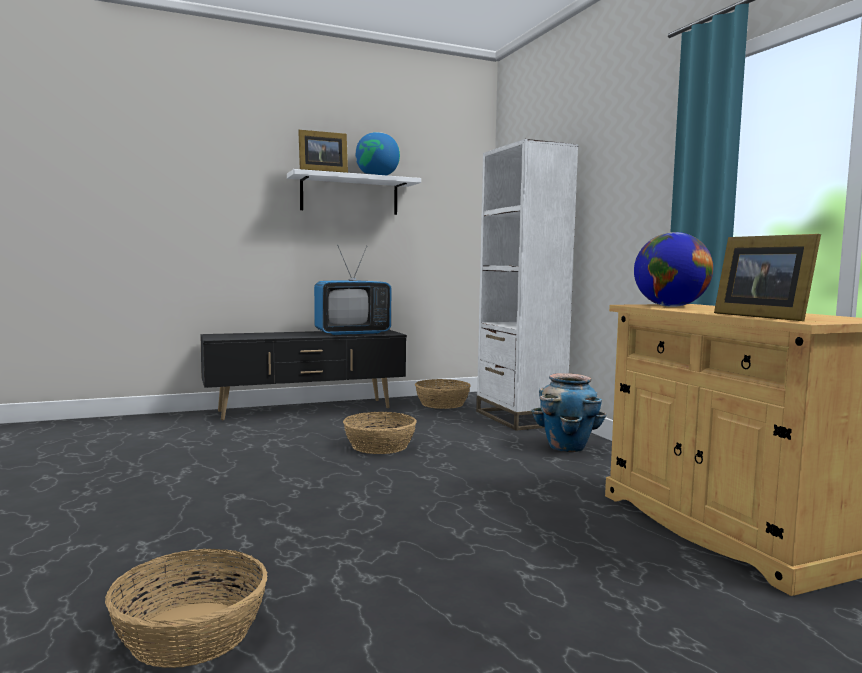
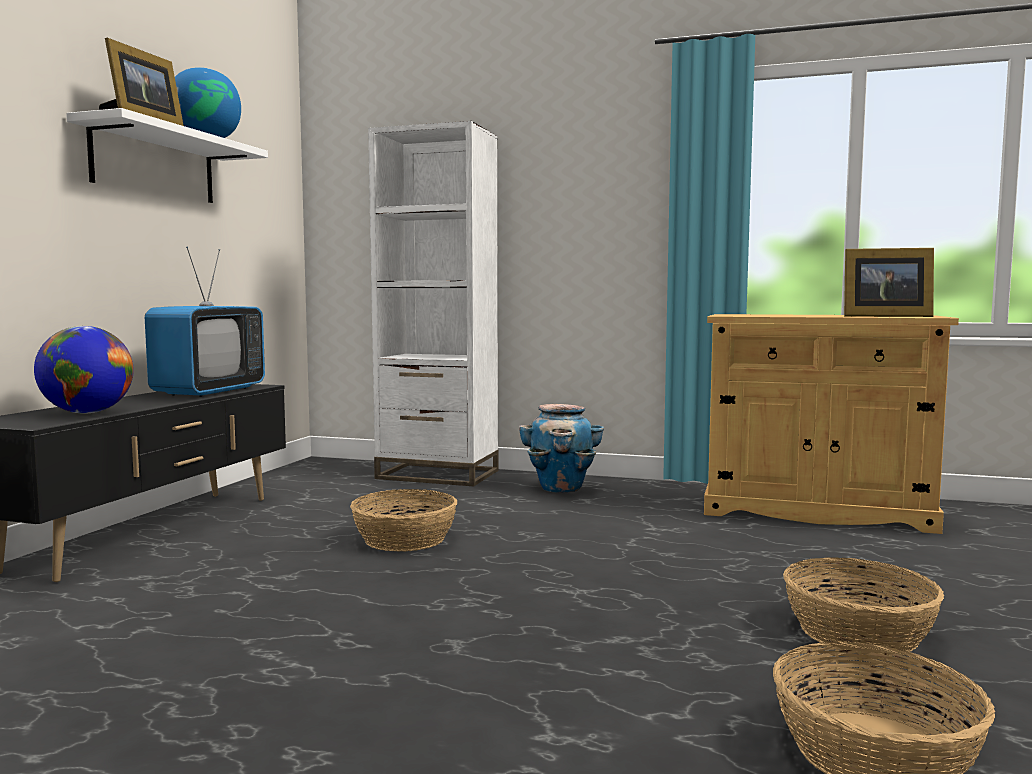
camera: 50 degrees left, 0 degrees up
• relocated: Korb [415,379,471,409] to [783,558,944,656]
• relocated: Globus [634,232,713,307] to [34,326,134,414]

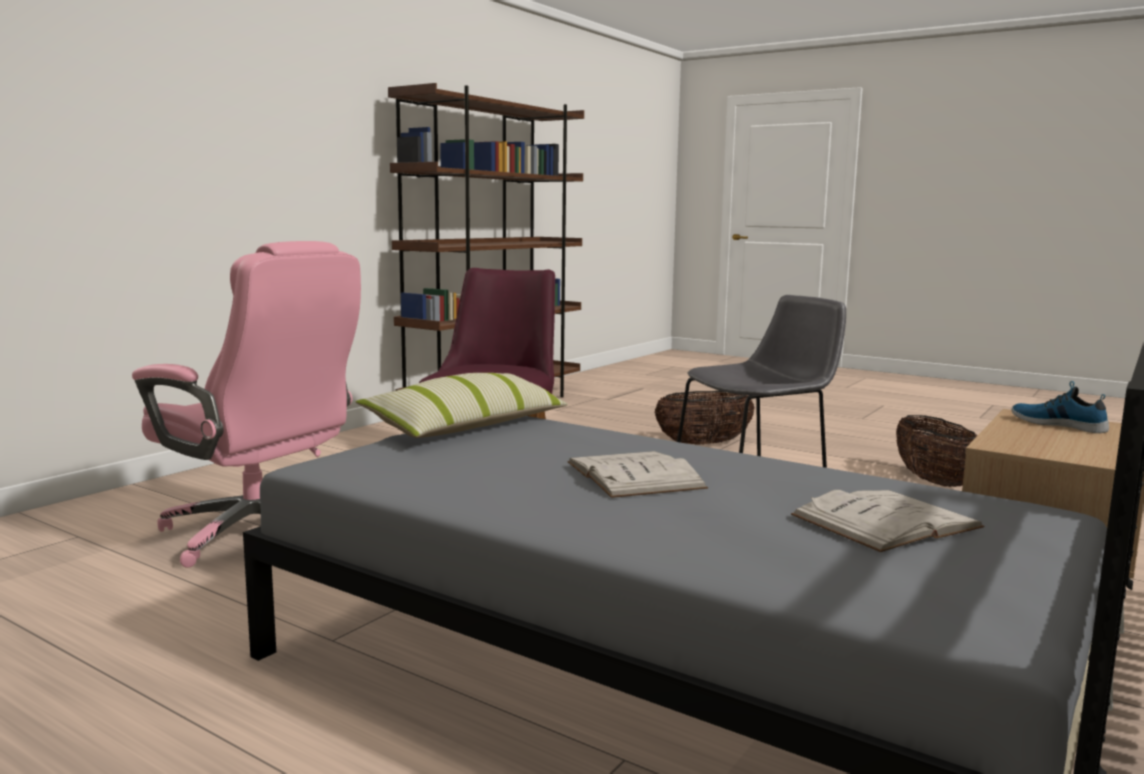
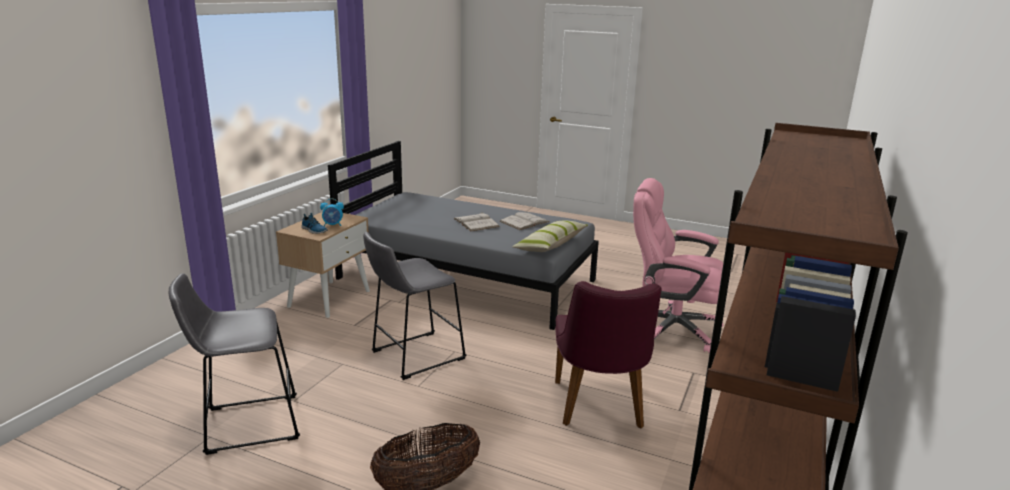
camera: 170 degrees right, 10 degrees up
• relocated: Buch (weiß) [791,490,984,552] to [499,212,549,230]
• exchanged: Korb [896,415,977,487] to Hocker (grau) [169,273,300,455]
• appeared: Wecker [320,198,344,226]

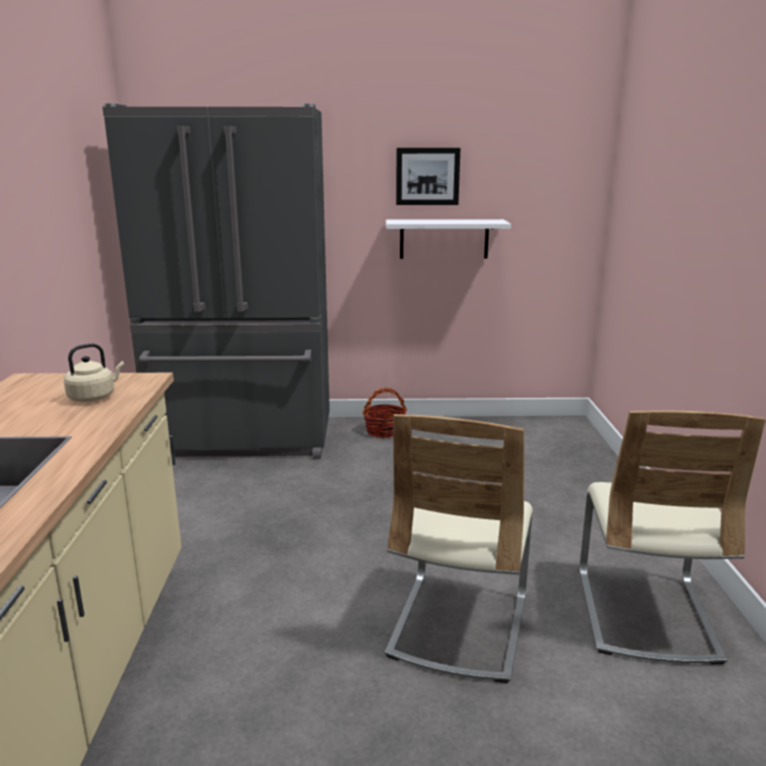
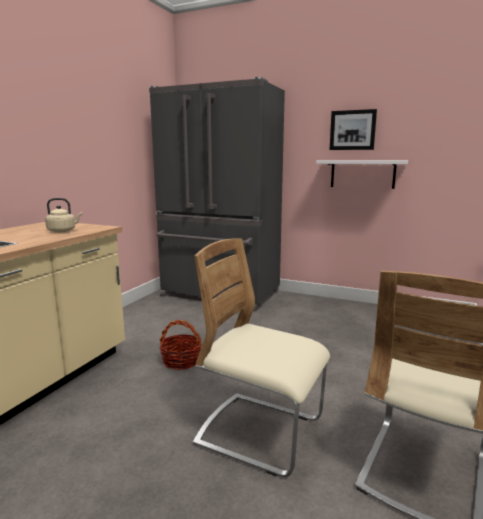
camera: 25 degrees right, 5 degrees down
• relocated: Korb [362,388,407,438] to [160,320,202,370]
• spun: Stuhl (beige) [385,414,533,683] = [193,238,330,477] 75 degrees clockwise

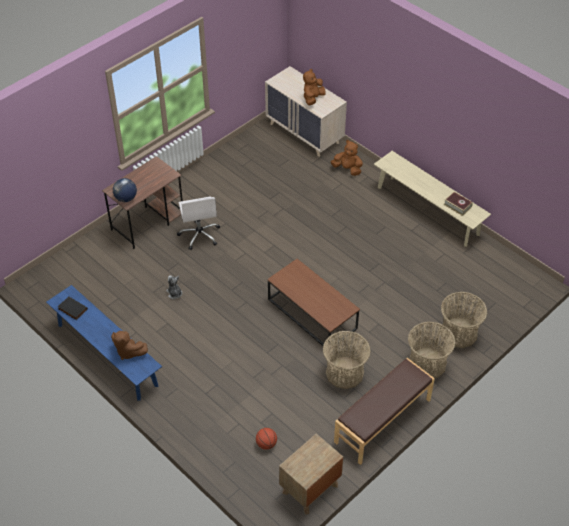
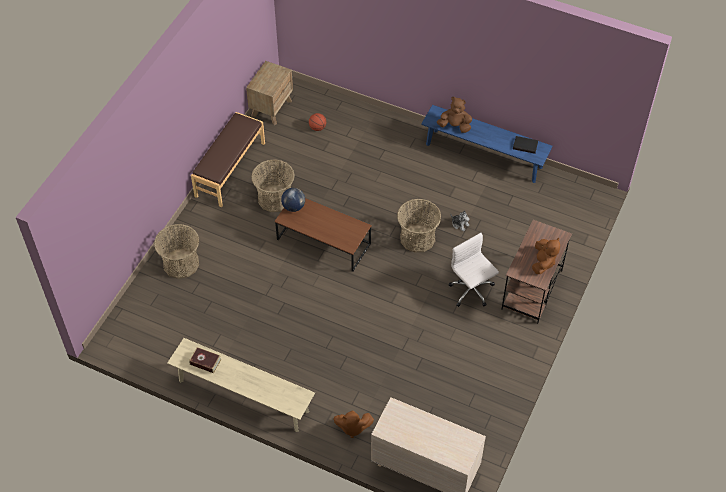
camera: 160 degrees right, 5 degrees up
• relocated: Globus [113,178,137,202] to [281,188,305,212]
• relocated: Plüschtier (braun) [303,69,326,105] to [532,238,560,274]
• relocated: Korb [408,322,456,378] to [397,199,441,253]

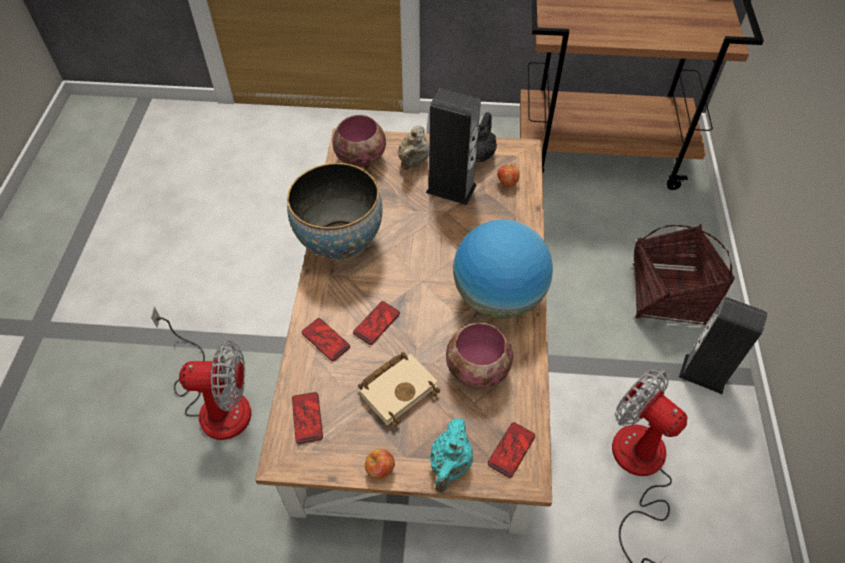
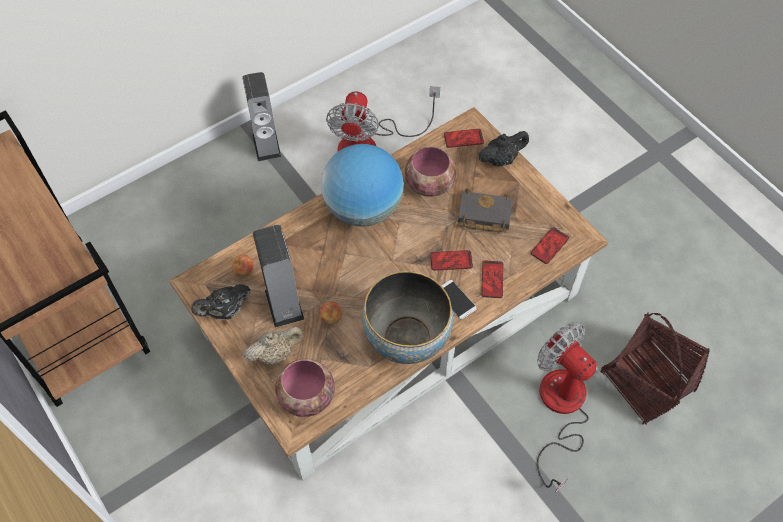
camera: 130 degrees left, 5 degrees up
• colour: Buch (beige) [358,352,440,427] to Buch (schwarz) [458,189,513,233]
• relocated: Apfel [365,449,395,479] to [319,302,342,324]
• colour: Teekanne (türkis) [429,418,473,492] to Teekanne (schwarz) [478,131,529,166]
• relocated: Korb [632,224,735,325] to [601,313,710,425]
• appeared: Handy [441,280,477,319]

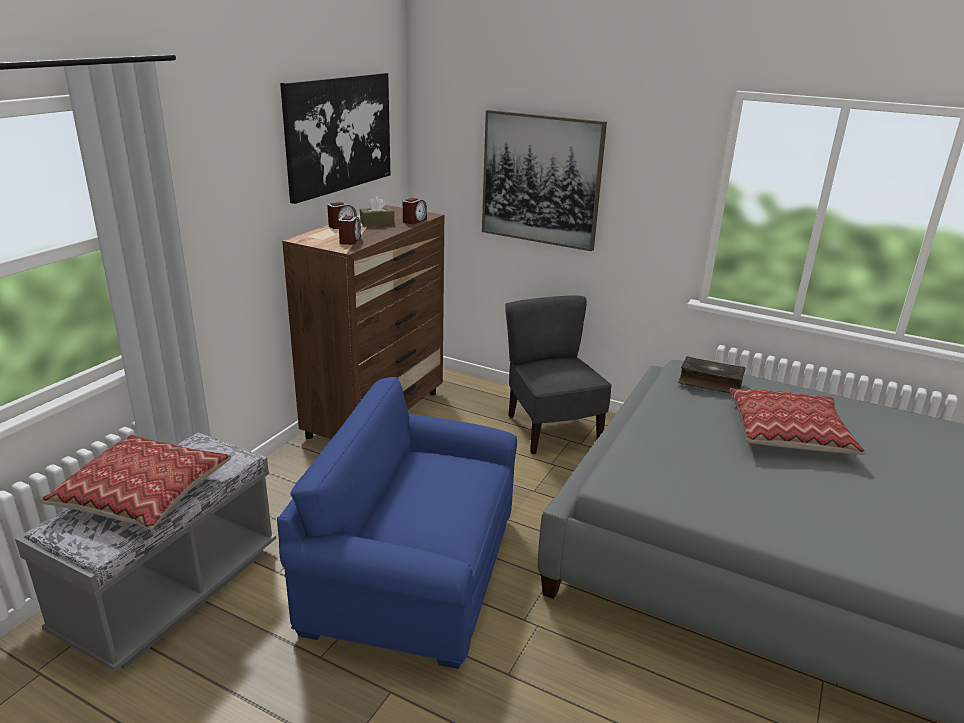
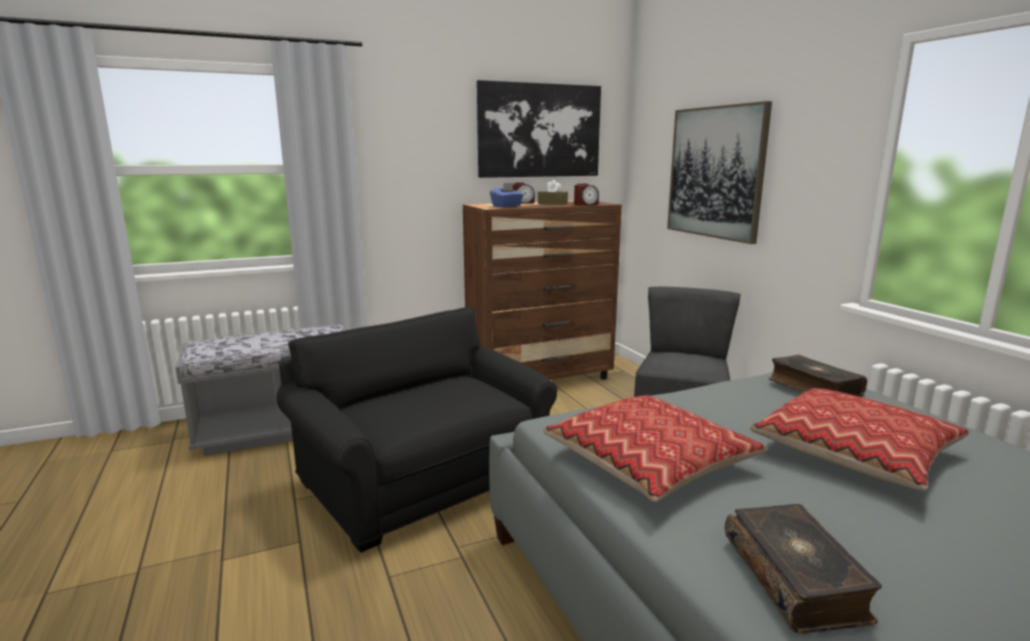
camera: 40 degrees right, 10 degrees down
• relocated: Kissen [40,435,231,530] to [543,395,767,503]
• colour: Sessel (blau) [277,377,517,669] to Sessel (schwarz) [276,307,557,552]
• exchanged: Wecker [338,216,361,245] to Taschentuchbox (blau) [490,183,523,208]
• appeared: Buch [725,504,882,634]

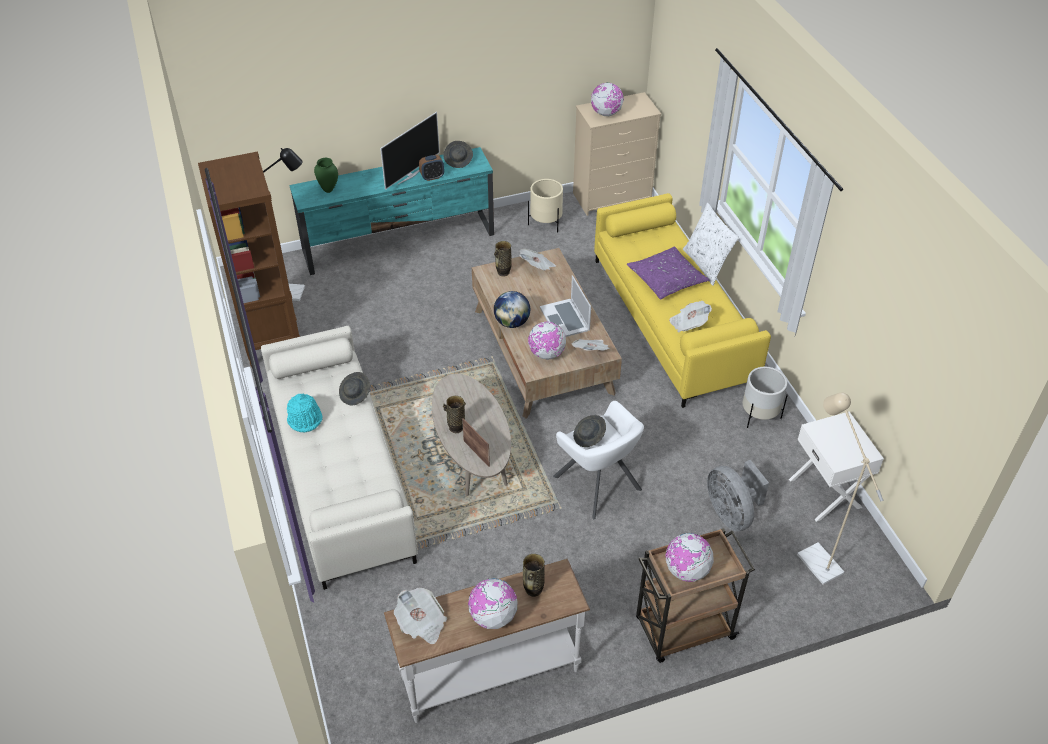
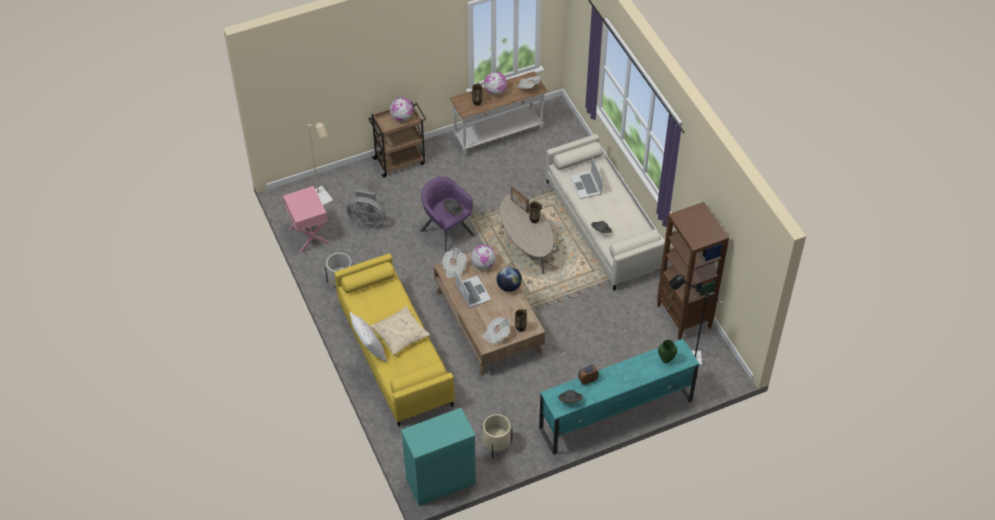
camera: 175 degrees right, 5 degrees up
• missing: Hut (türkis) [287,393,323,433]
• missing: Fernseher [380,112,440,190]
• colour: Sessel (weiß) [553,401,644,519] to Sessel (lila) [420,176,474,253]
• colour: Kommode (beige) [573,92,661,216] to Kommode (türkis) [401,408,476,506]
• missing: Globus [591,82,624,116]
• colour: Kissen (lila) [627,246,710,300] to Kissen (beige) [370,306,430,355]
• missing: Zeitung [669,301,712,333]
• spun: Ventilator (grau) [707,460,769,531] = [347,189,385,227] 135 degrees clockwise
• colour: Nachttisch (weiß) [789,412,884,522] to Nachttisch (rosa) [283,186,330,253]
• appeared: Laptop [570,157,603,199]

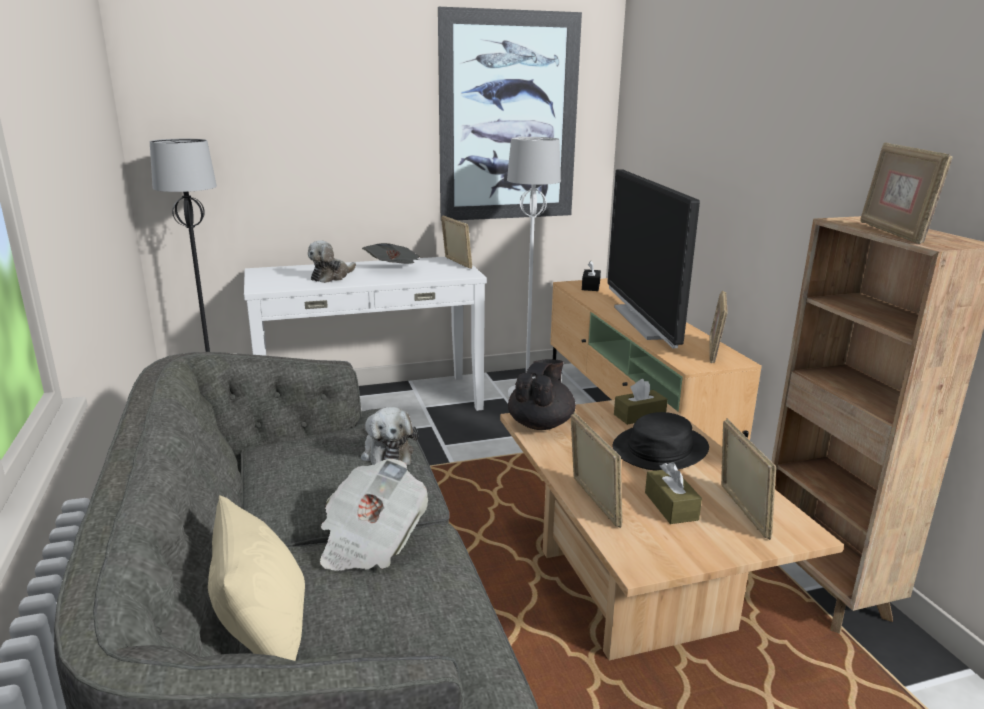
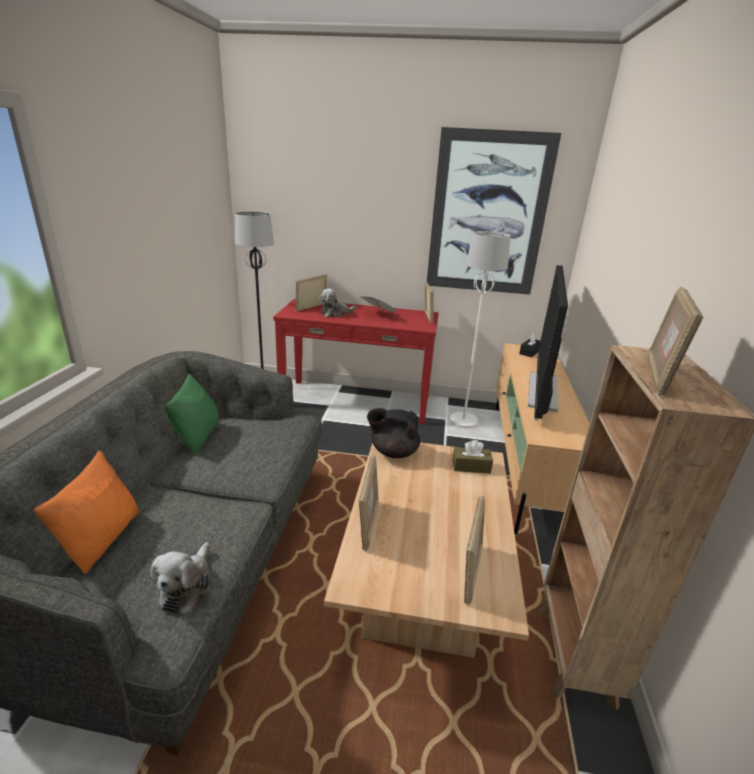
camera: 25 degrees right, 5 degrees up
• colour: Kissen (beige) [208,495,305,661] to Kissen (orange) [34,451,140,574]
• colour: Konsolentisch (weiß) [244,257,487,411] to Konsolentisch (rot) [273,299,439,425]
• missing: Zeitung [320,459,428,571]
• relocated: Plüschtier [361,407,418,465] to [150,542,210,614]
• spun: Teekanne (schwarz) [508,360,576,430] = [367,408,420,458] 135 degrees counterclockwise
• missing: Hut (schwarz) [613,412,709,471]
• missing: Taschentuchbox (braun) [645,462,702,524]
• relocated: Bilderrahmen [709,291,728,363] to [295,274,327,311]
• appeared: Kissen (grün) [164,374,219,455]

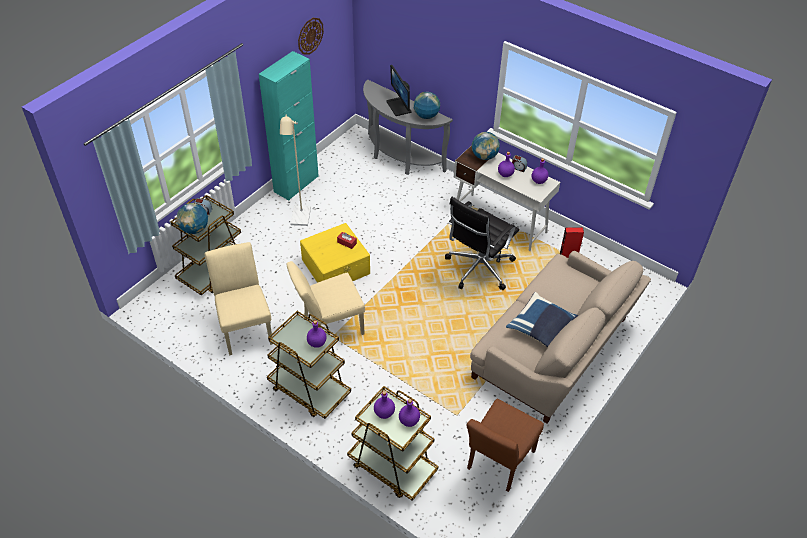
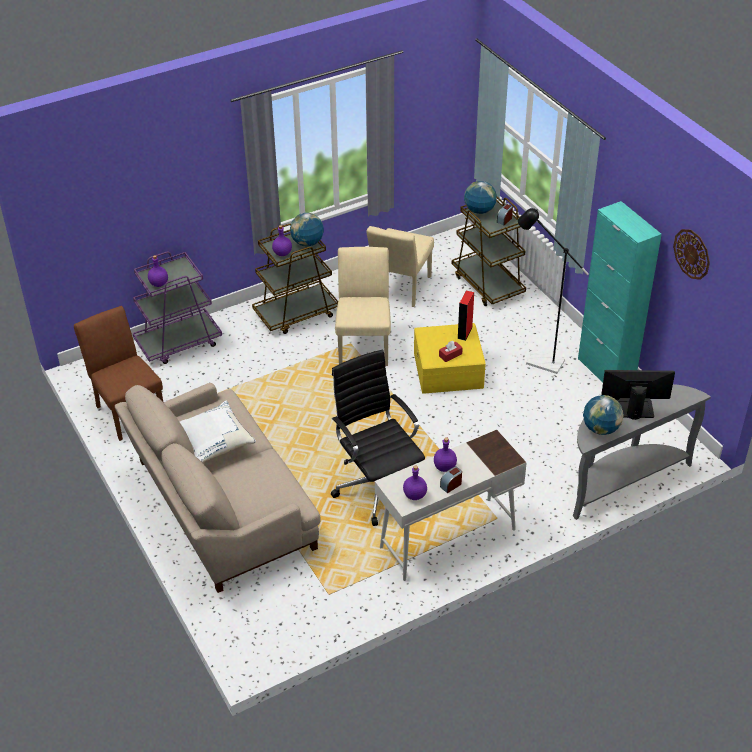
camera: 115 degrees right, 5 degrees down
• spun: Stuhl (beige) [205,242,273,355] = [367,226,434,307] 105 degrees clockwise
• colour: Stehlampe (beige) [280,114,311,226] to Stehlampe (schwarz) [518,208,589,374]
• colour: Rollwagen (braun) [347,386,438,501] to Rollwagen (lila) [133,252,222,364]
• missing: Flasche (lila) [374,391,395,419]
• relocated: Globus [472,132,500,160] to [290,213,324,246]
• colour: Kissen (blau) [506,292,579,347] to Kissen (weiß) [180,400,256,463]
• relocated: Lautsprecher (rot) [560,227,584,258] to [457,290,474,341]

